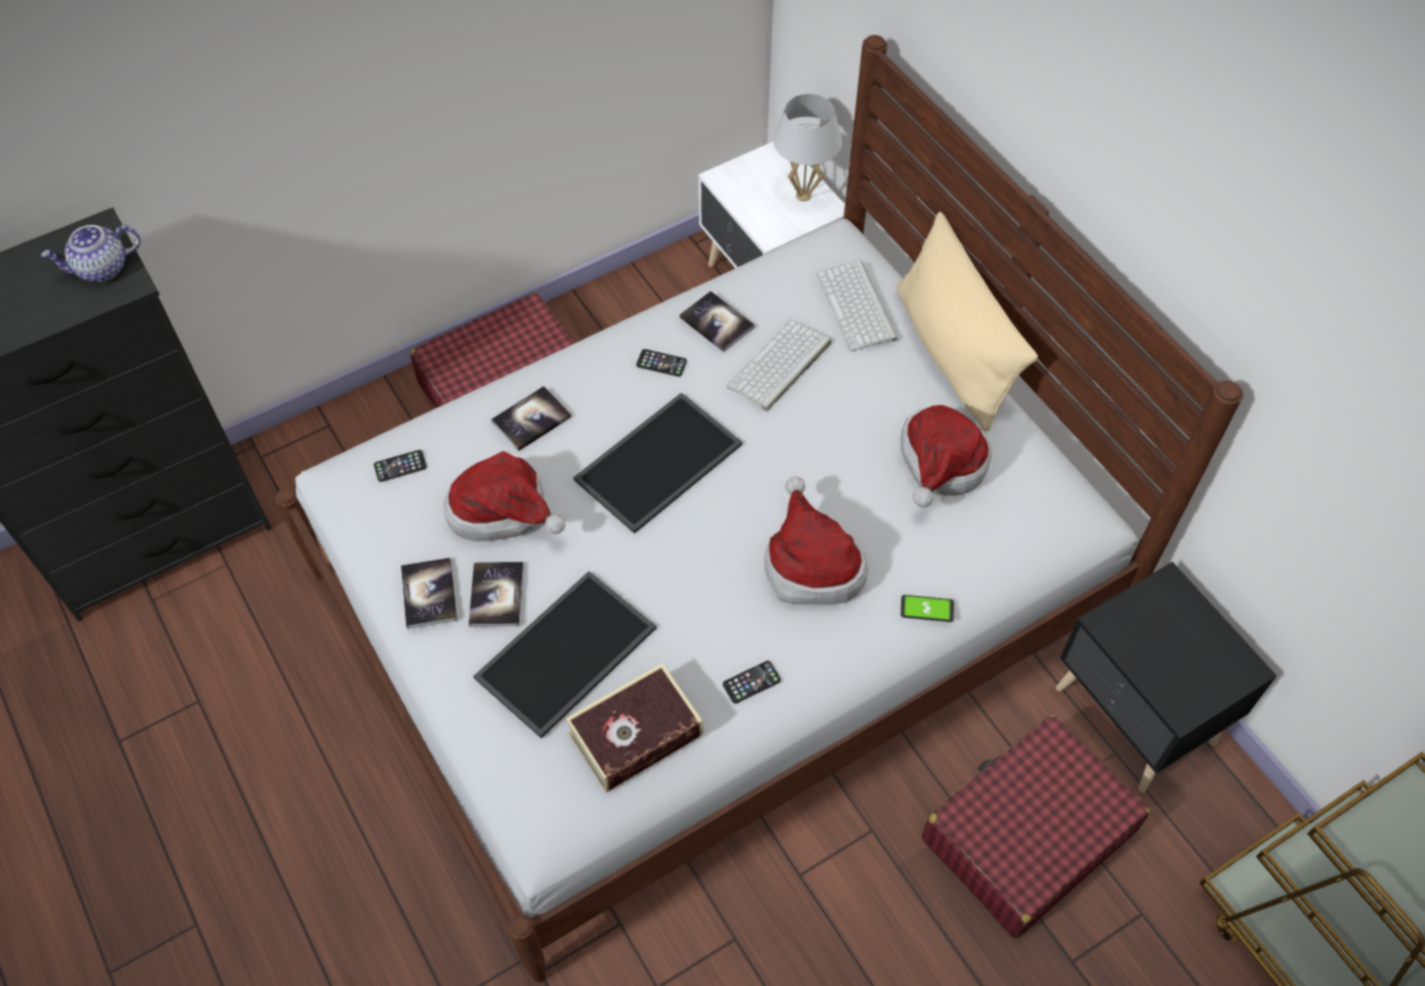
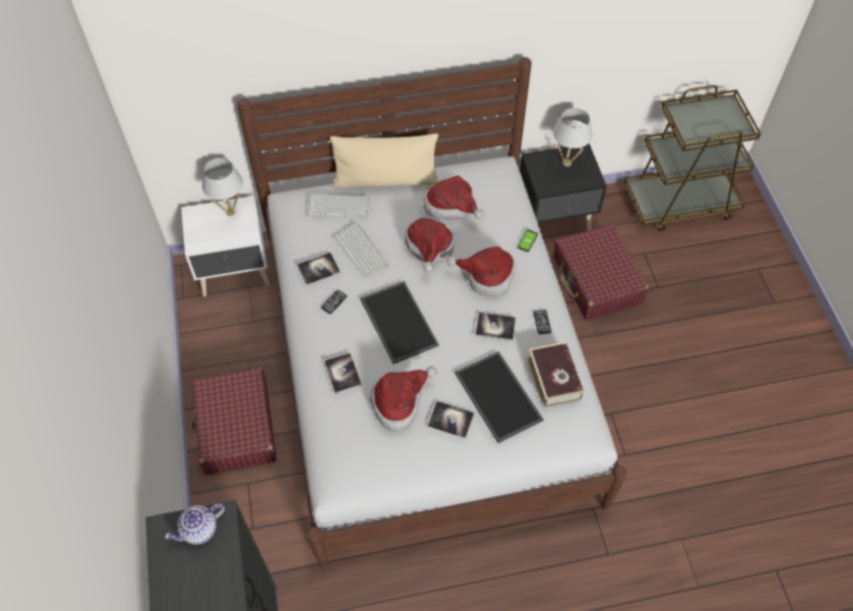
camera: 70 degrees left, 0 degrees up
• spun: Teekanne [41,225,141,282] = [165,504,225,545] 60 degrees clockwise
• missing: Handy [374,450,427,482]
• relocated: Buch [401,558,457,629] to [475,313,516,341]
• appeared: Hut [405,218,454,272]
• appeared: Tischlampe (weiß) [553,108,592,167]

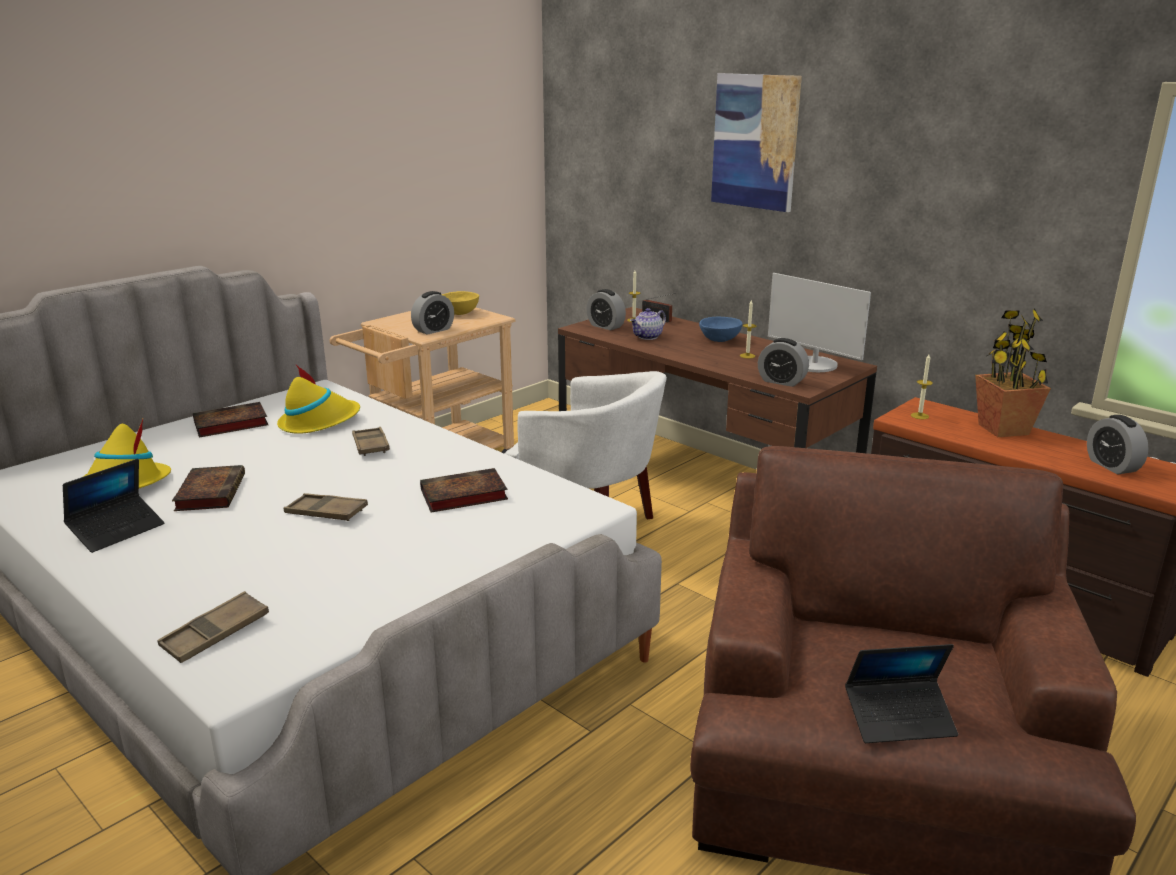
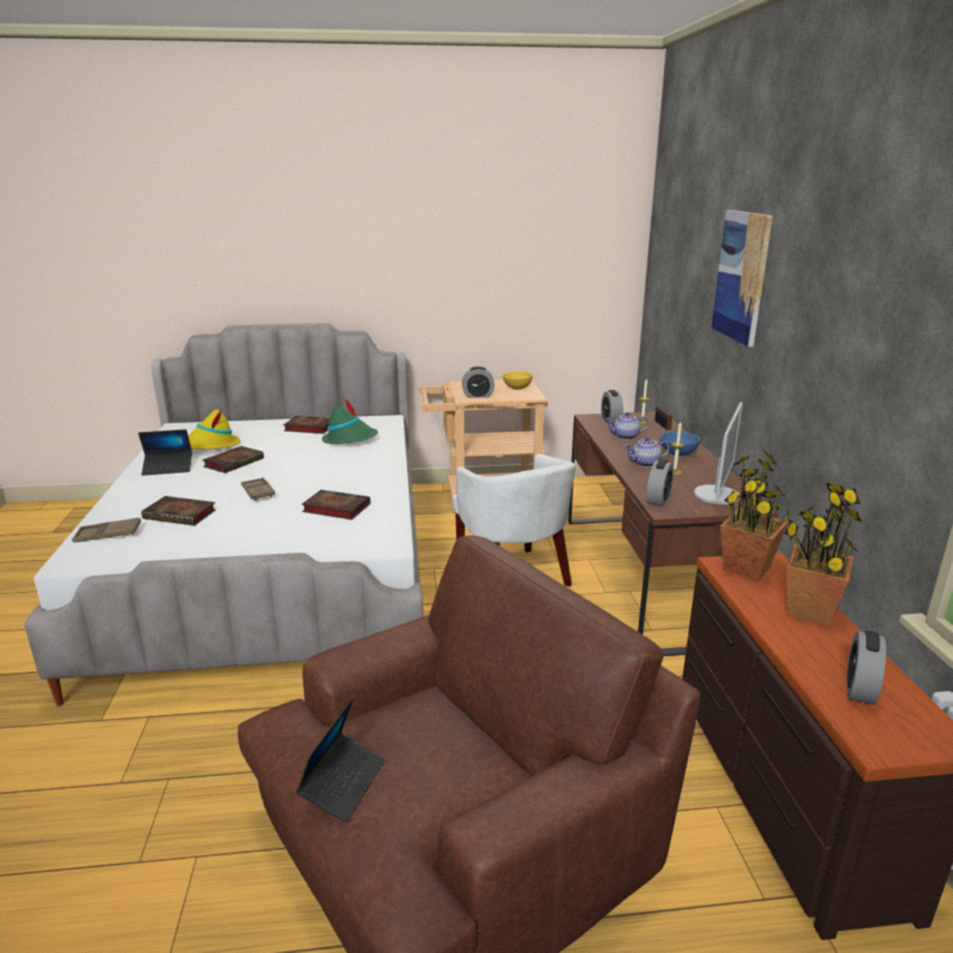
camera: 40 degrees right, 0 degrees up
• colour: Hut (gelb) [277,365,360,434] to Hut (grün) [322,398,378,444]
• missing: Tablett (braun) [352,427,390,456]
• spun: Wecker [758,338,809,387] = [646,459,674,507] 135 degrees counterclockwise
• spun: Monitor [768,273,871,372] = [694,402,743,505] 150 degrees counterclockwise
• spun: Laptop [845,644,958,743] = [296,698,385,823] 105 degrees counterclockwise
• exchanged: Kerze [911,354,933,419] to Topfpflanze [720,451,790,581]
• appeared: Buch [142,496,216,526]
• appeared: Teekanne [625,437,669,467]

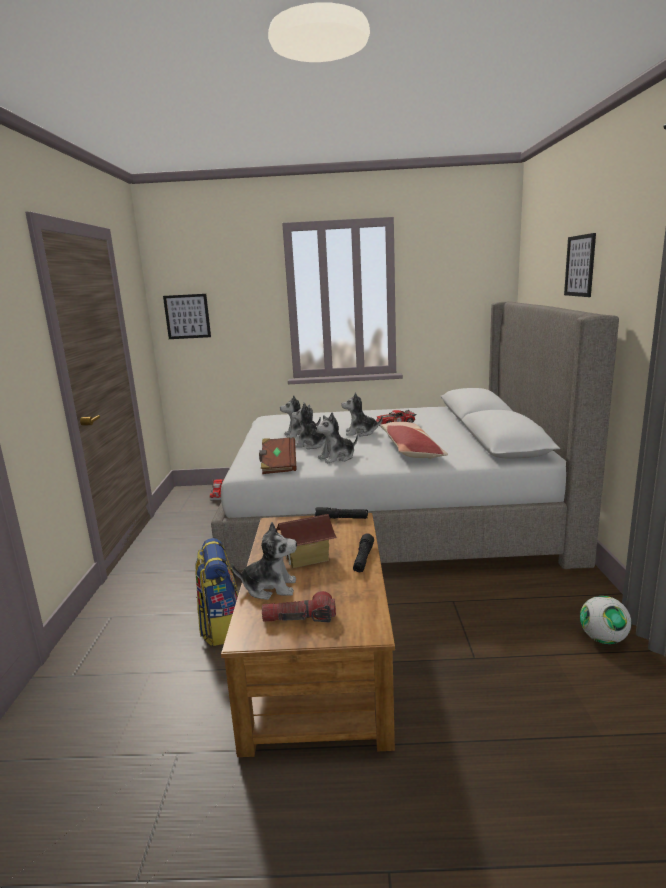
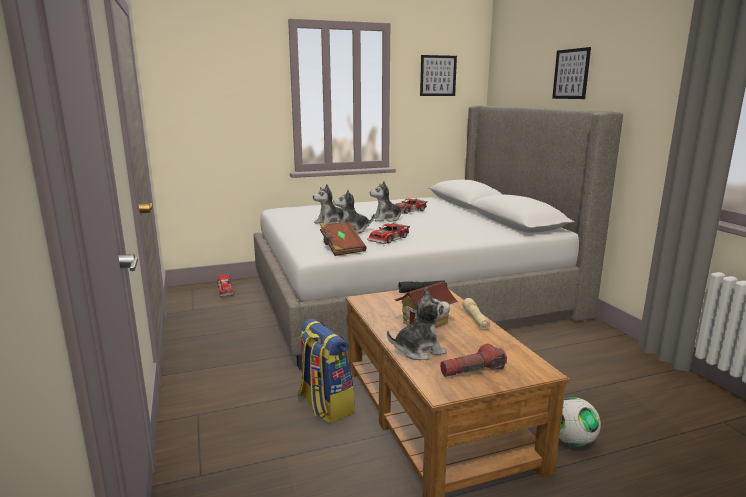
camera: 20 degrees left, 0 degrees up
• relocated: Bild [163,294,211,339] to [420,55,457,96]
• exchanged: Plüschtier [315,412,358,463] to Spielzeugauto [367,223,410,244]
• colour: Taschenlampe (schwarz) [353,533,374,572] to Taschenlampe (beige) [462,298,490,329]
• missing: Kissen [381,422,448,459]
• relocated: Fußball [580,596,631,644] to [559,397,601,446]

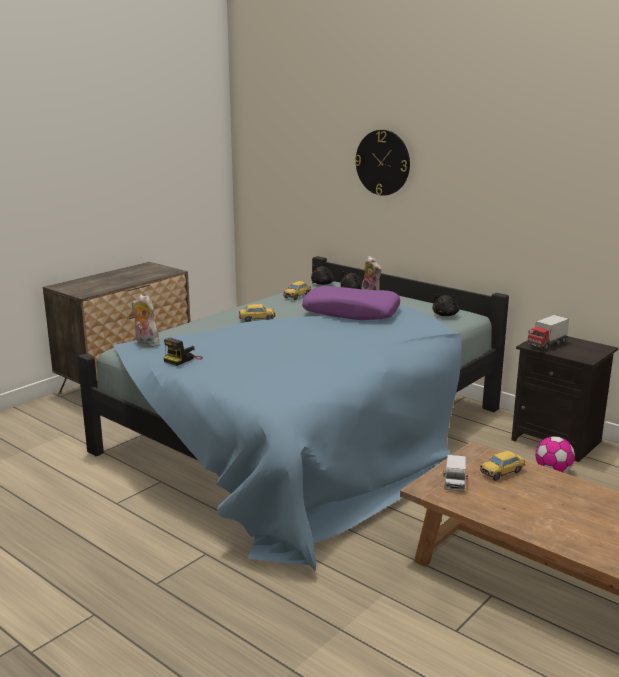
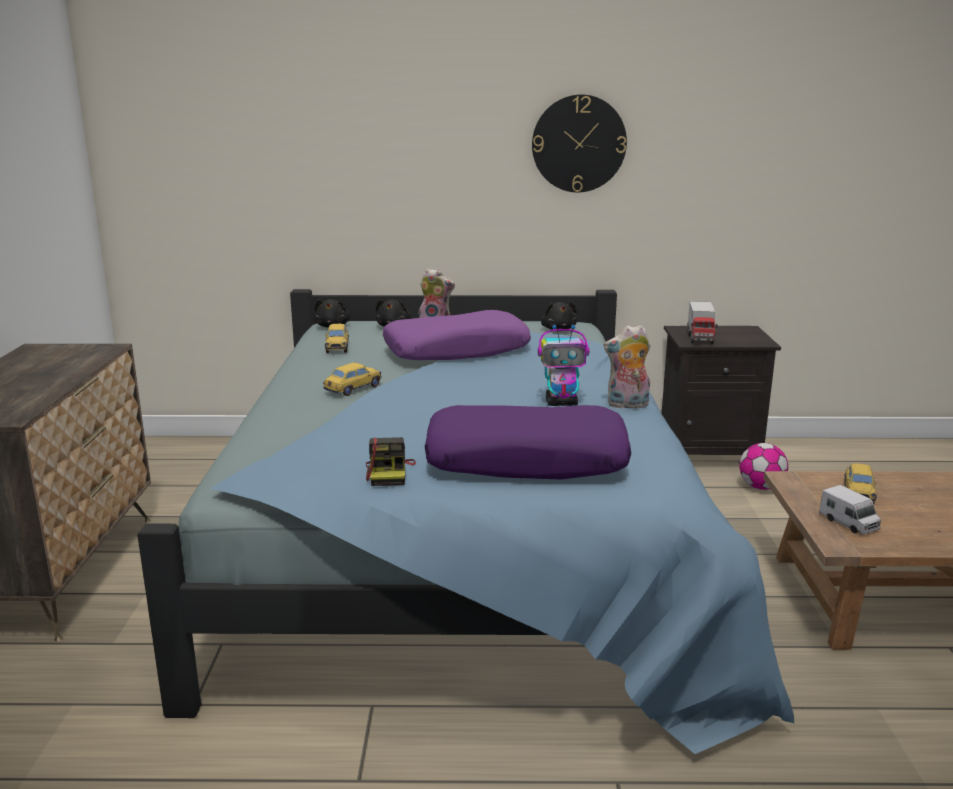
camera: 40 degrees left, 0 degrees up
• relocated: Plüschtier [132,294,162,347] to [603,325,650,409]
• relocated: Wanduhr [355,130,410,196] to [532,94,627,192]
• appeared: Kissen (lila) [425,405,631,480]
• appeared: Spielzeugroboter [538,324,589,406]

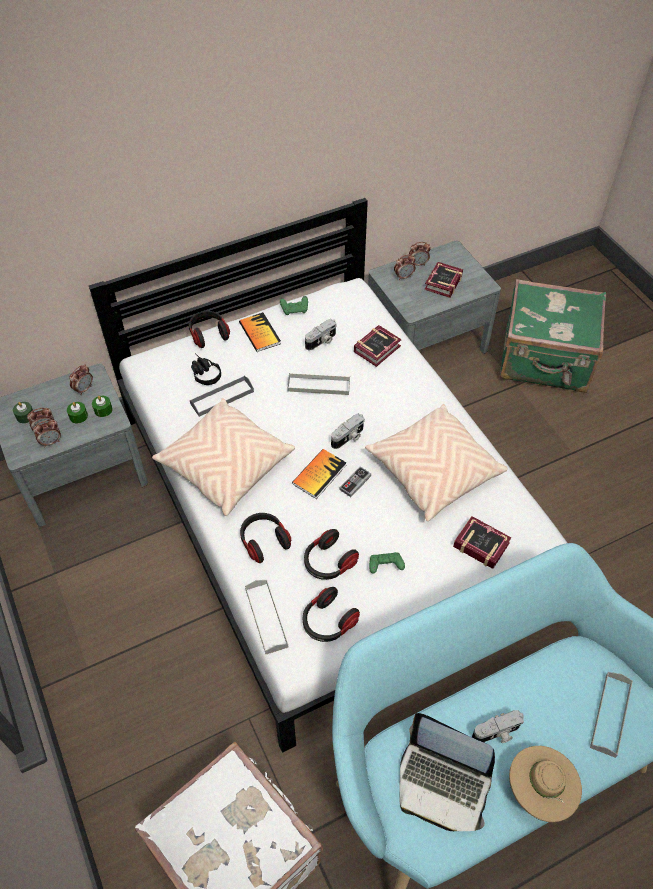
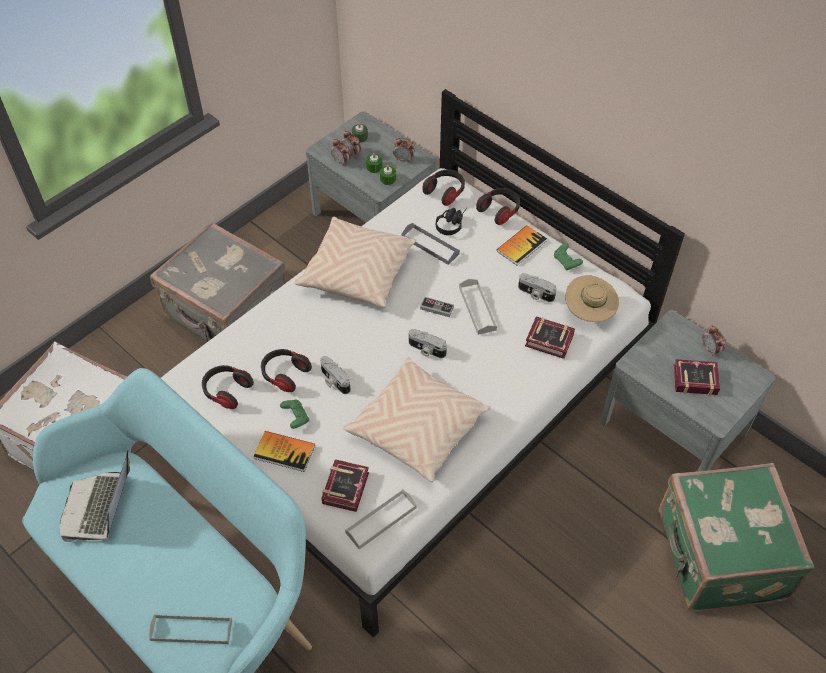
camera: 70 degrees right, 0 degrees up
• relocated: Kopfhörer [240,513,291,563] to [422,170,465,206]
• relocated: Tablett (grau) [245,580,288,654] to [345,489,417,549]
• relocated: Buch [292,449,347,499] to [254,431,315,472]
• relocated: Gamepad [339,466,371,497] to [420,297,454,317]
• missing: Wecker [394,254,416,280]
• relocated: Kamera [472,710,524,743] to [320,356,351,394]
• relocated: Hut (beige) [509,746,582,822] to [565,275,619,322]
• appeared: Koffer (grau) [150,222,287,342]

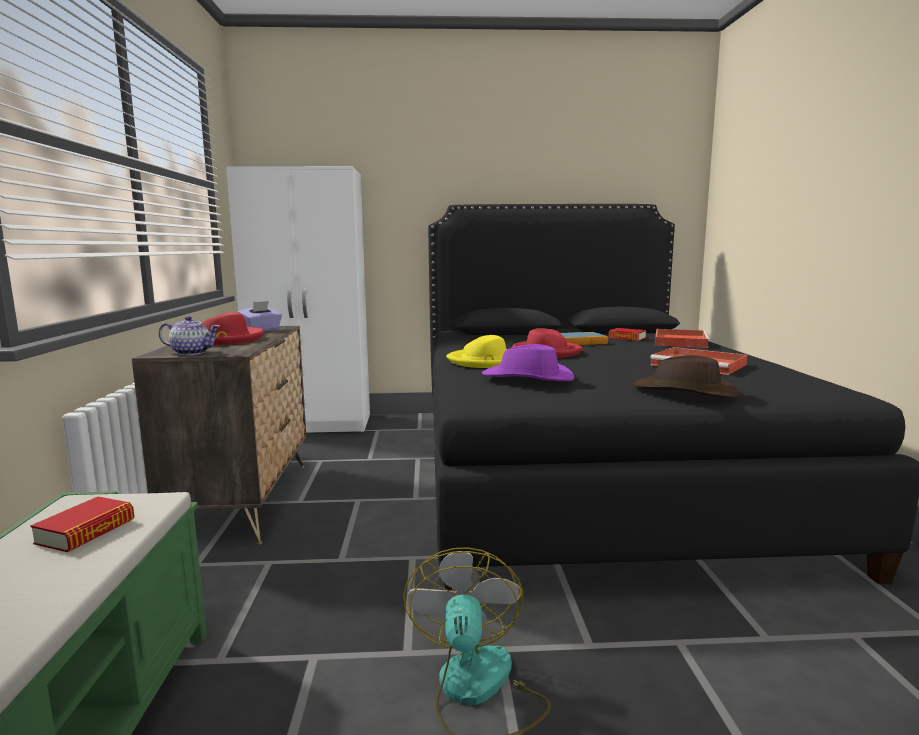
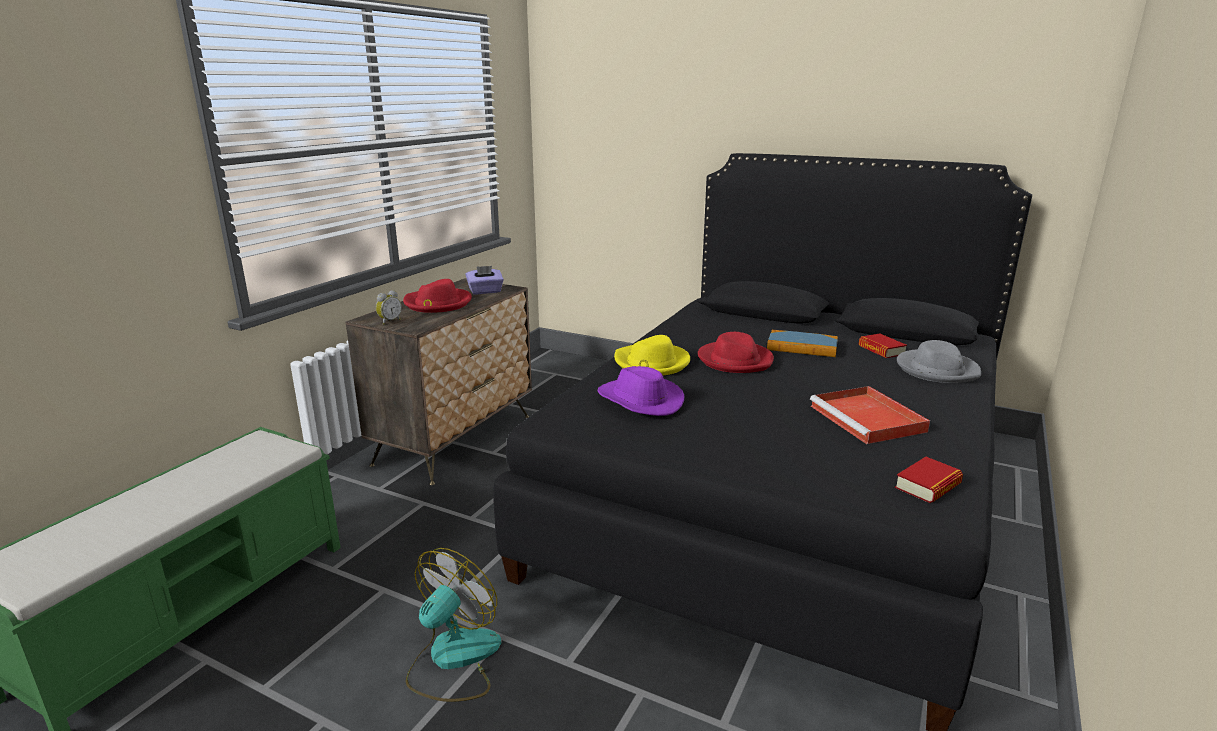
camera: 30 degrees right, 10 degrees up
• relocated: Buch [30,497,134,552] to [895,457,963,503]
• exchanged: Teekanne [159,316,220,355] to Wecker [376,290,402,325]
• missing: Kleiderschrank (weiß) [226,166,370,433]
• missing: Hut (braun) [633,355,739,398]
• exchanged: Tablett (rot) [655,329,711,348] to Hut (grau) [897,340,981,383]

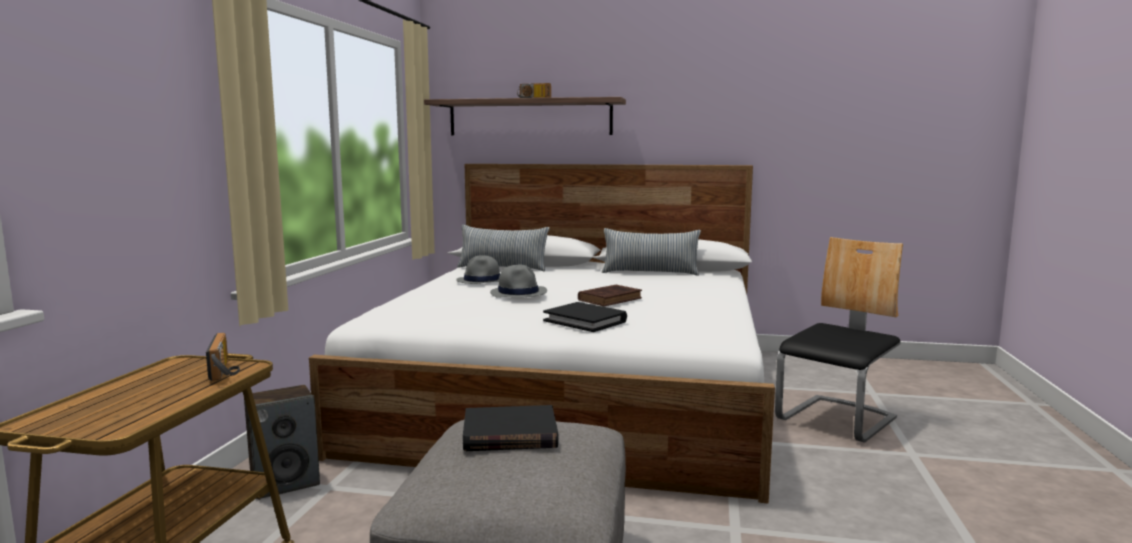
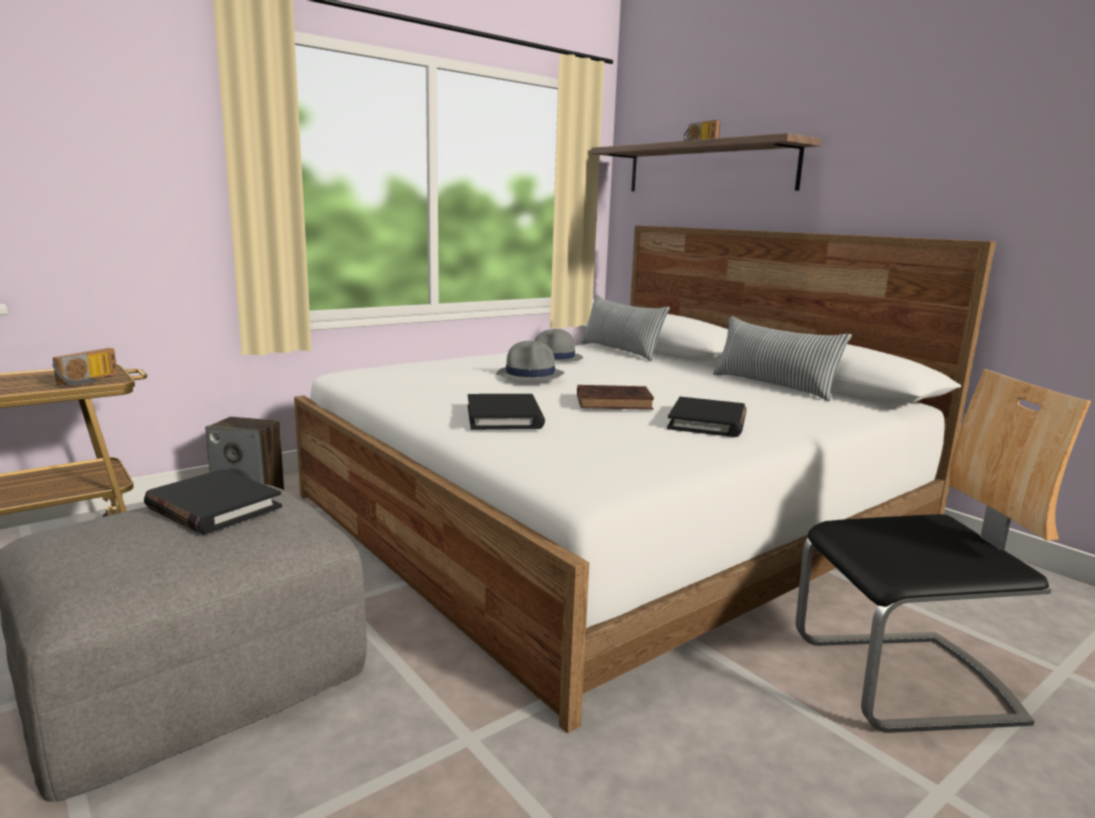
camera: 40 degrees right, 5 degrees up
• appeared: Buch (schwarz) [667,397,747,437]

